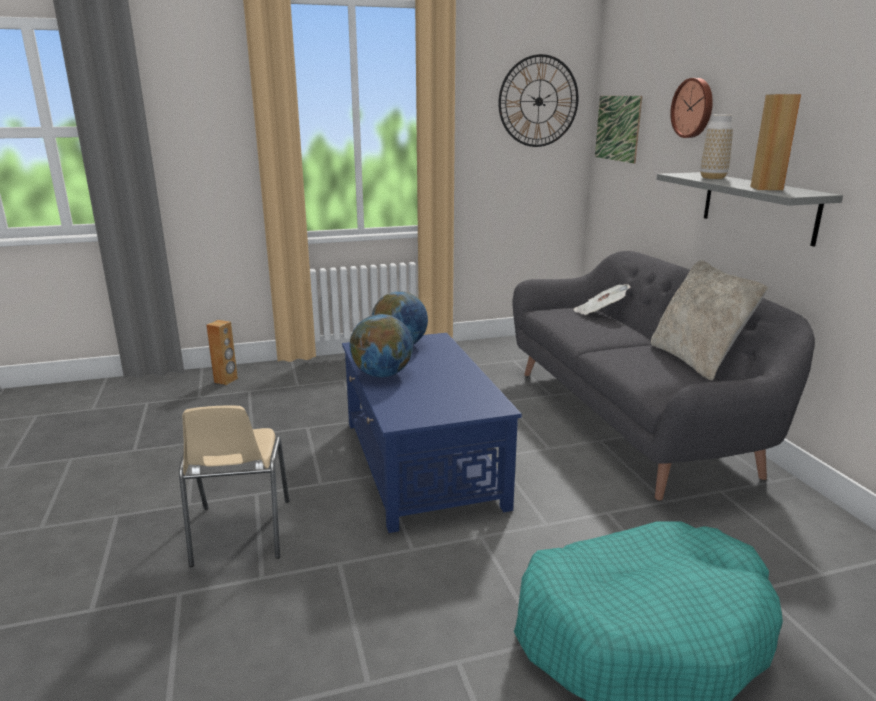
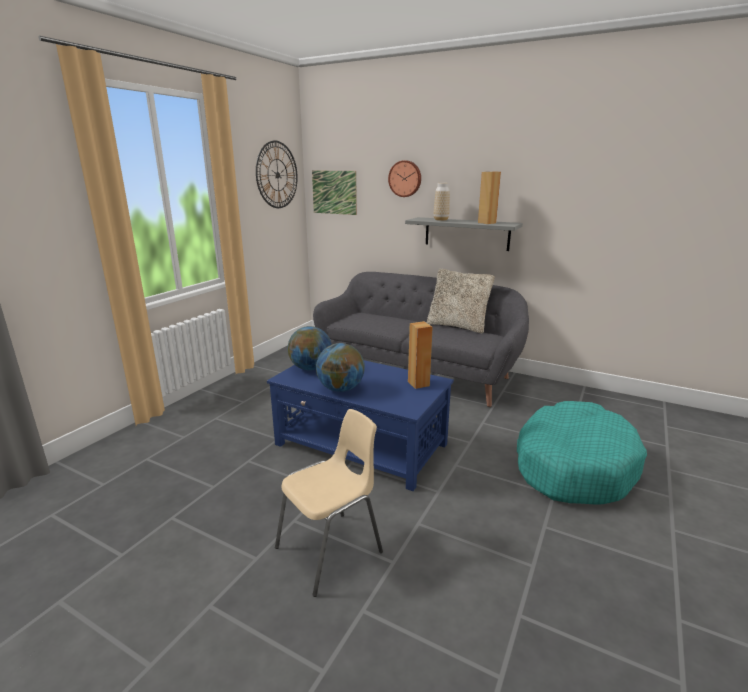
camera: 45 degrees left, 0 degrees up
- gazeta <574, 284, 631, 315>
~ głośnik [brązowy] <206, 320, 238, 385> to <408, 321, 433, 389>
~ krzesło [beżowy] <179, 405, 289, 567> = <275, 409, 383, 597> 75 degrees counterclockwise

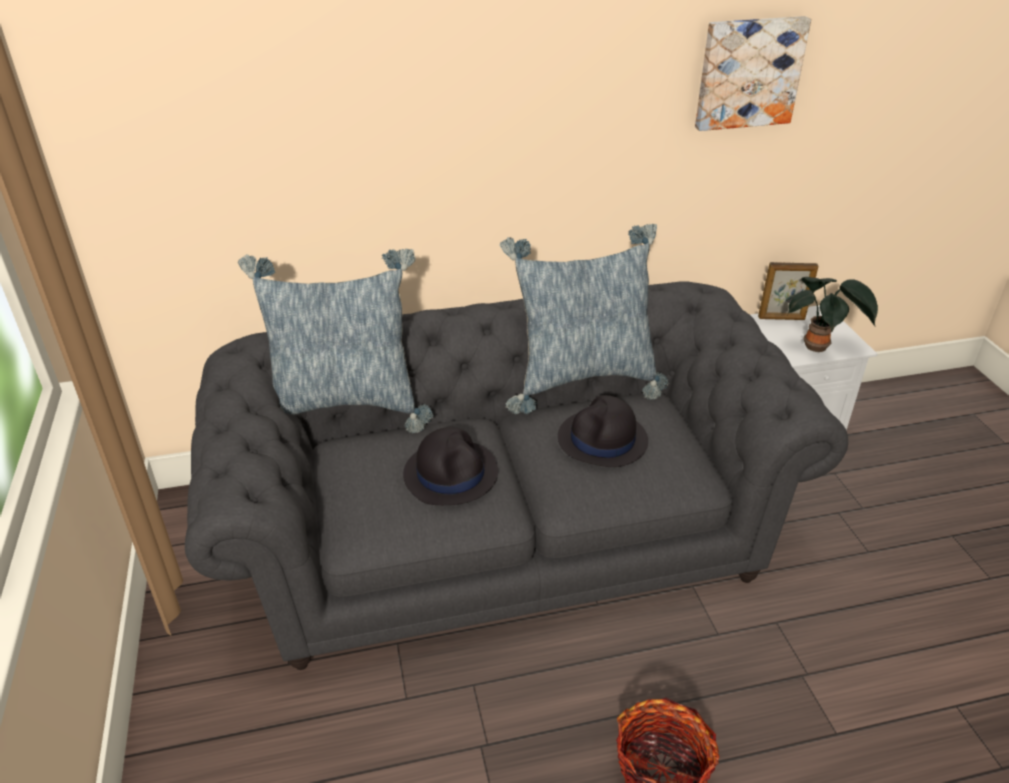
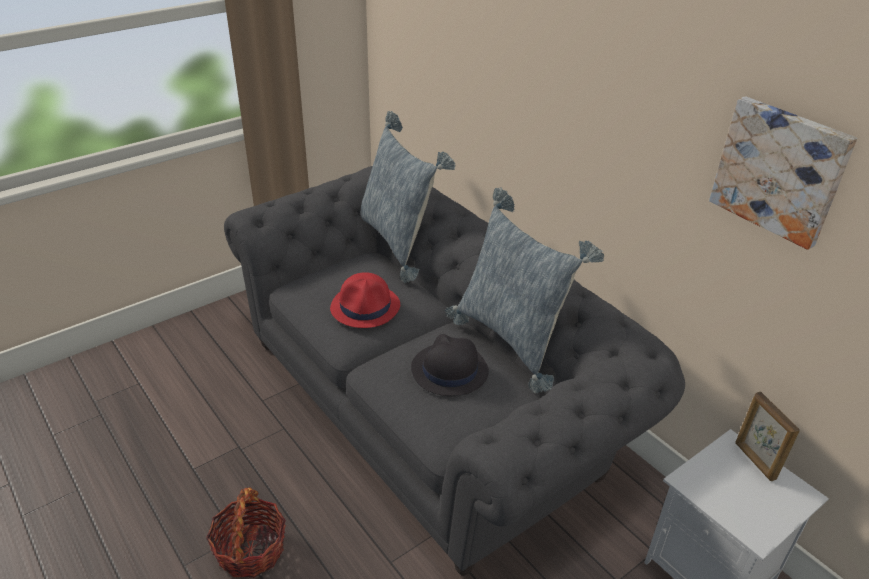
camera: 65 degrees right, 0 degrees up
- roślina doniczkowa <788, 277, 878, 352>
~ kapelusz [czarny] <403, 427, 498, 505> to kapelusz [czerwony] <330, 272, 400, 328>

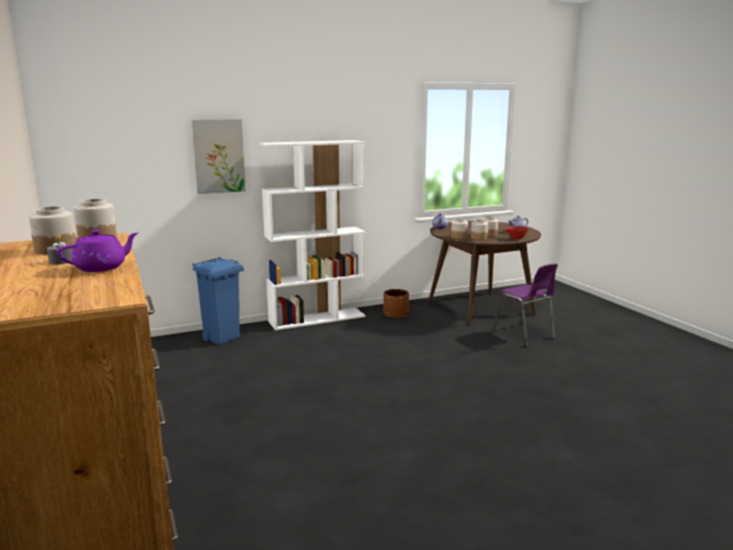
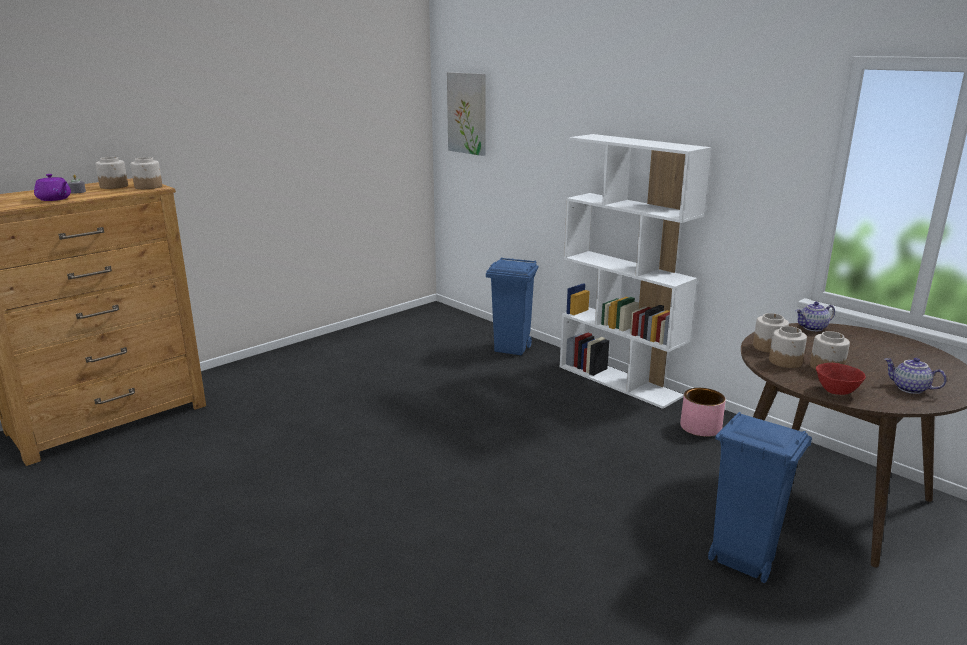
camera: 70 degrees right, 5 degrees up
~ obraz <192, 119, 246, 194> to <447, 72, 486, 156>
~ krzesło [fioletowy] <492, 264, 558, 347> to kosz na śmieci [niebieski] <708, 412, 812, 583>
~ donica [brązowy] <383, 289, 409, 318> to donica [różowy] <680, 388, 726, 437>

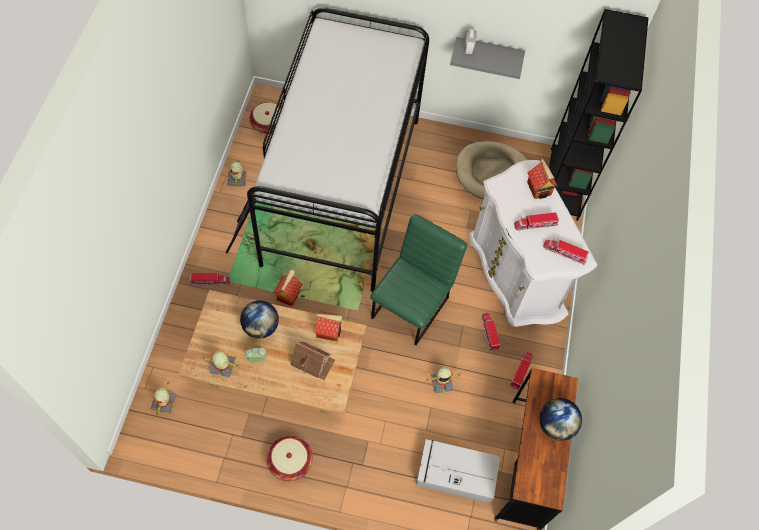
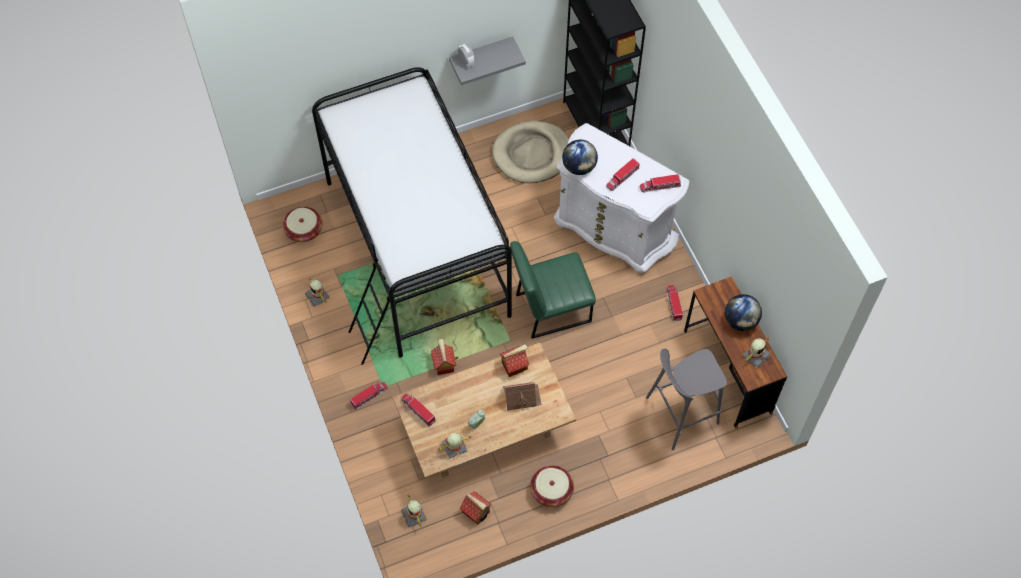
camera: 30 degrees left, 0 degrees up
~ globus <240, 300, 279, 339> to <562, 140, 598, 175>
~ robot zabawkowy <425, 367, 460, 393> to <742, 338, 771, 368>
~ ciężarówka zabawkowa <482, 313, 500, 351> to <401, 394, 436, 427>
~ domek <527, 159, 557, 199> to <459, 491, 491, 525>
~ pojemnik do przechowywania [szary] <416, 439, 500, 503> to stołek [szary] <646, 349, 727, 450>
~ krzesło [zielony] <370, 214, 468, 345> = <510, 241, 596, 339> 105 degrees counterclockwise

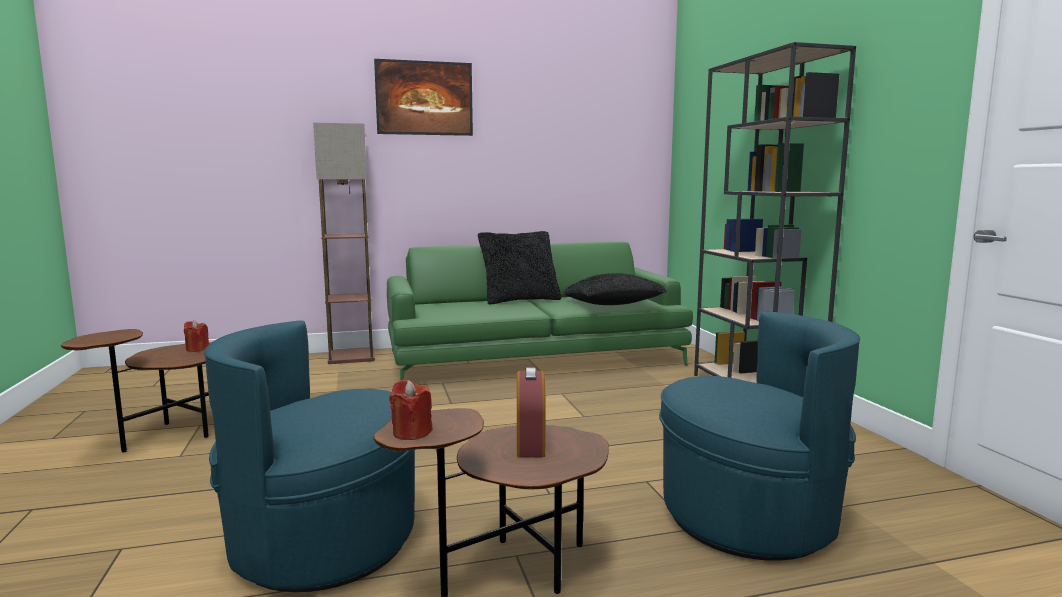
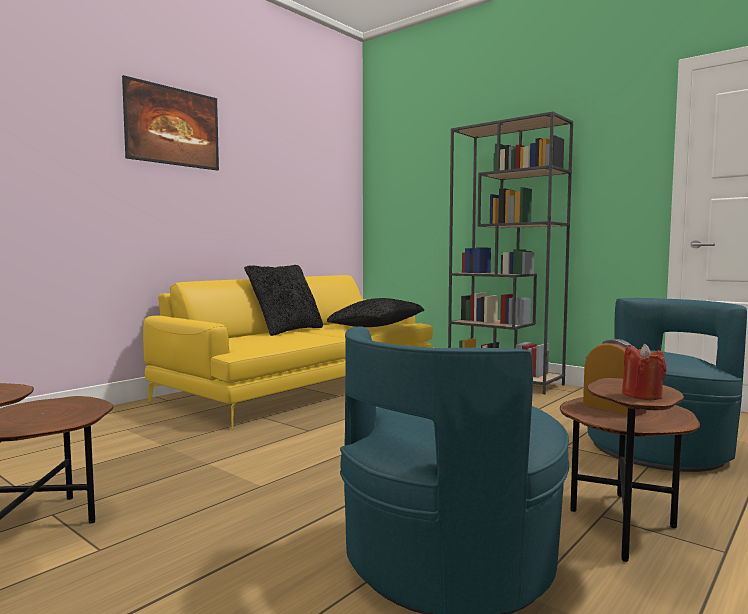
camera: 35 degrees left, 5 degrees down
- świeca [czerwony] <184, 320, 209, 352>
- lampa stojąca <313, 122, 375, 364>
~ kanapa [zielony] <387, 242, 693, 380> to kanapa [żółty] <143, 275, 433, 430>

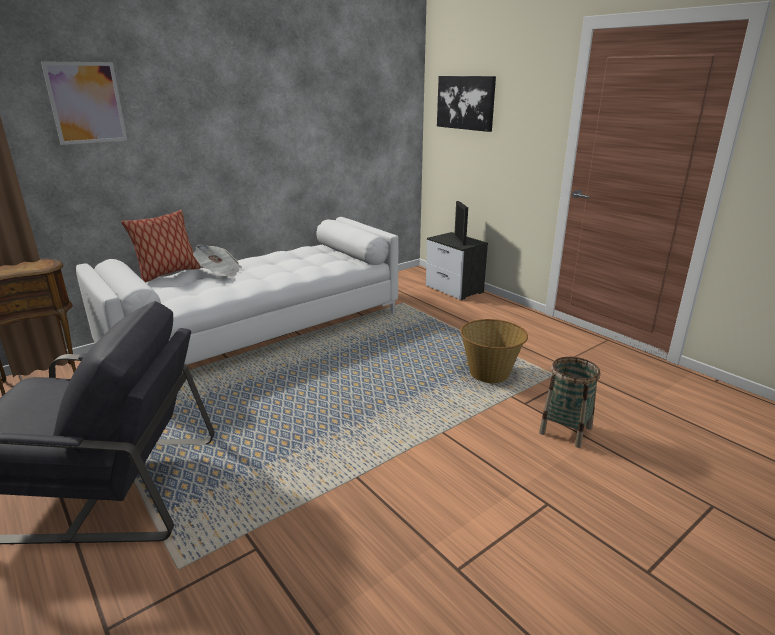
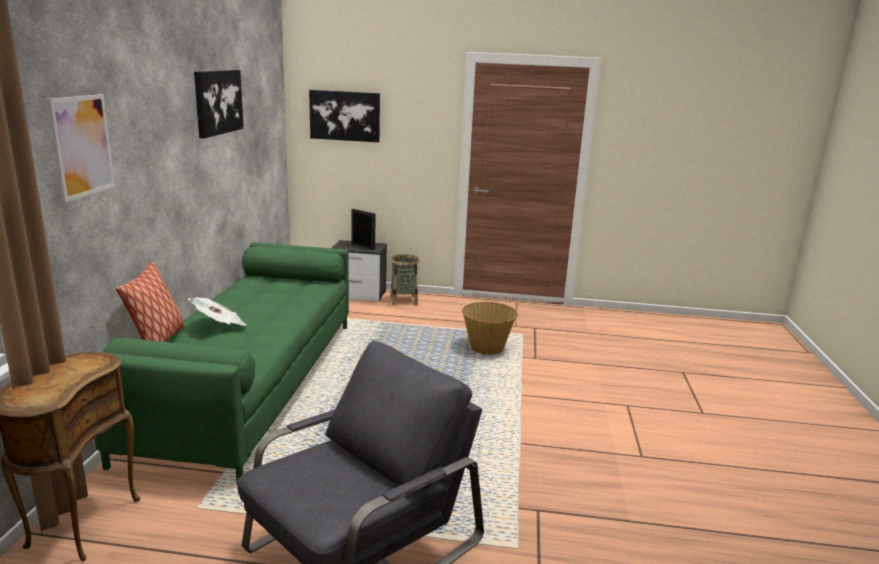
camera: 45 degrees left, 5 degrees down
+ obraz <194, 70, 244, 138>
~ koszyk <539, 357, 601, 448> to <390, 254, 419, 305>
~ kanapa [biały] <76, 217, 398, 365> to kanapa [zielony] <91, 242, 349, 482>

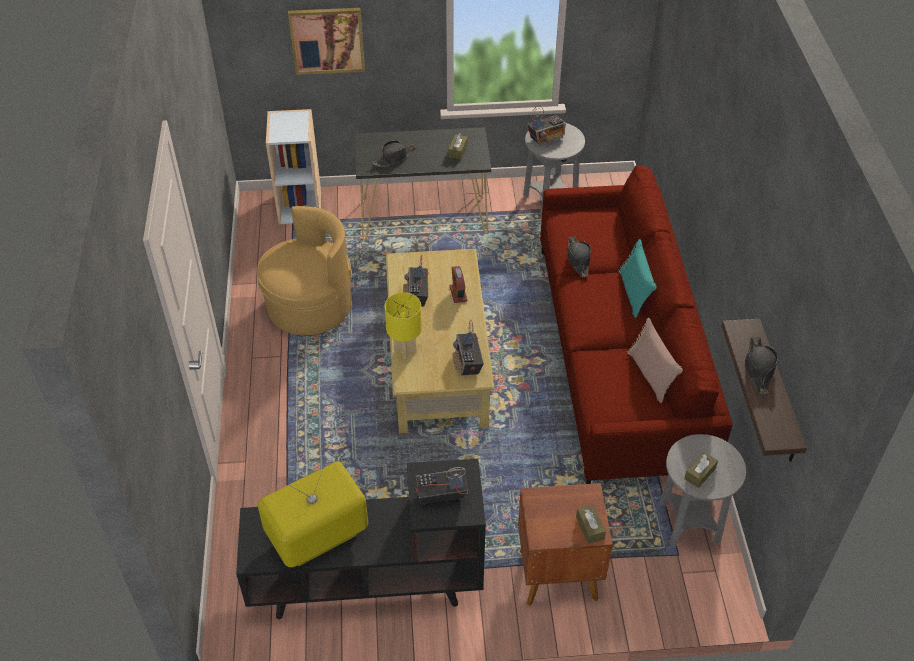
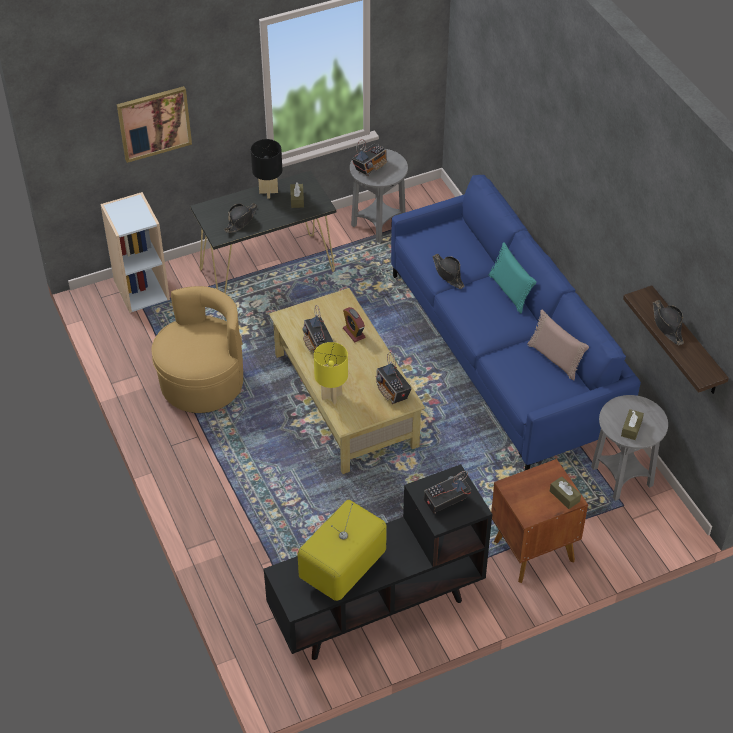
camera: 20 degrees left, 0 degrees up
+ lampa stołowa [czarny] <251, 139, 282, 199>
~ kanapa [czerwony] <540, 165, 733, 484> to kanapa [niebieski] <391, 175, 641, 470>

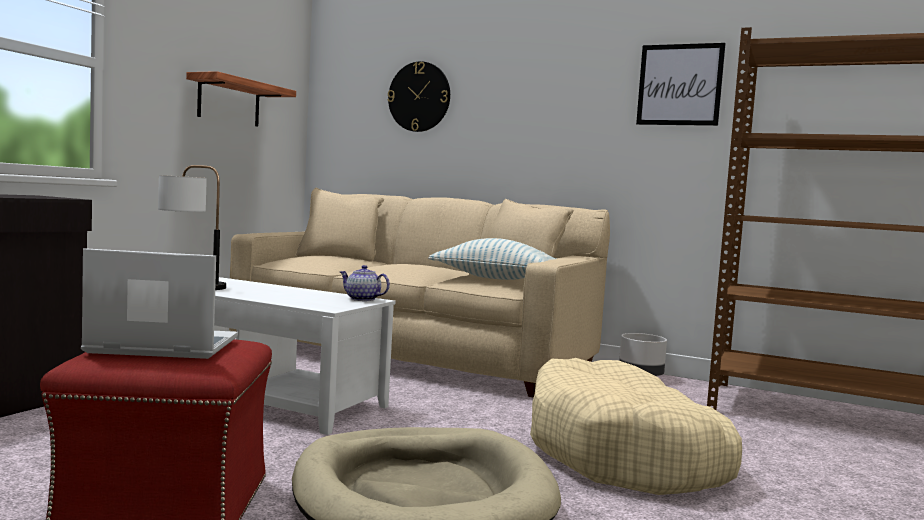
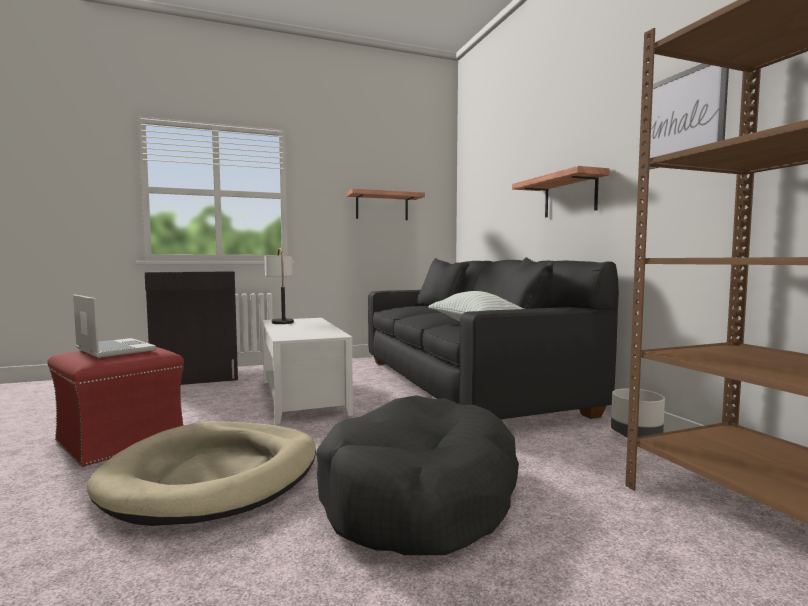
camera: 45 degrees right, 0 degrees up
- imbryk <340, 265, 390, 301>
- zegar ścienny <388, 61, 450, 132>
+ półka <512, 166, 610, 217>
~ kanapa [beżowy] <229, 188, 610, 398> to kanapa [czarny] <368, 257, 619, 419>
~ legowisko [beżowy] <530, 358, 742, 495> to legowisko [czarny] <316, 395, 519, 555>

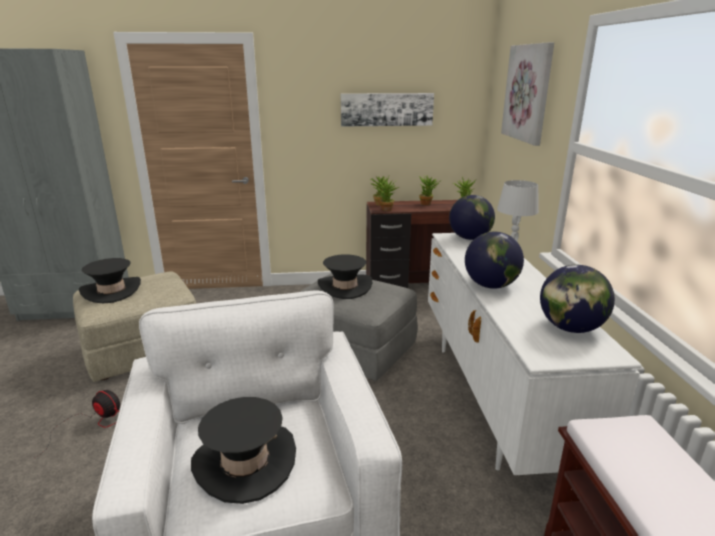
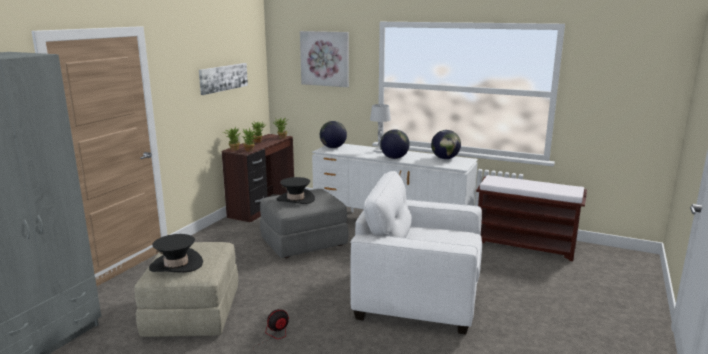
camera: 60 degrees left, 5 degrees down
- kapelusz [czarny] <191, 397, 296, 504>

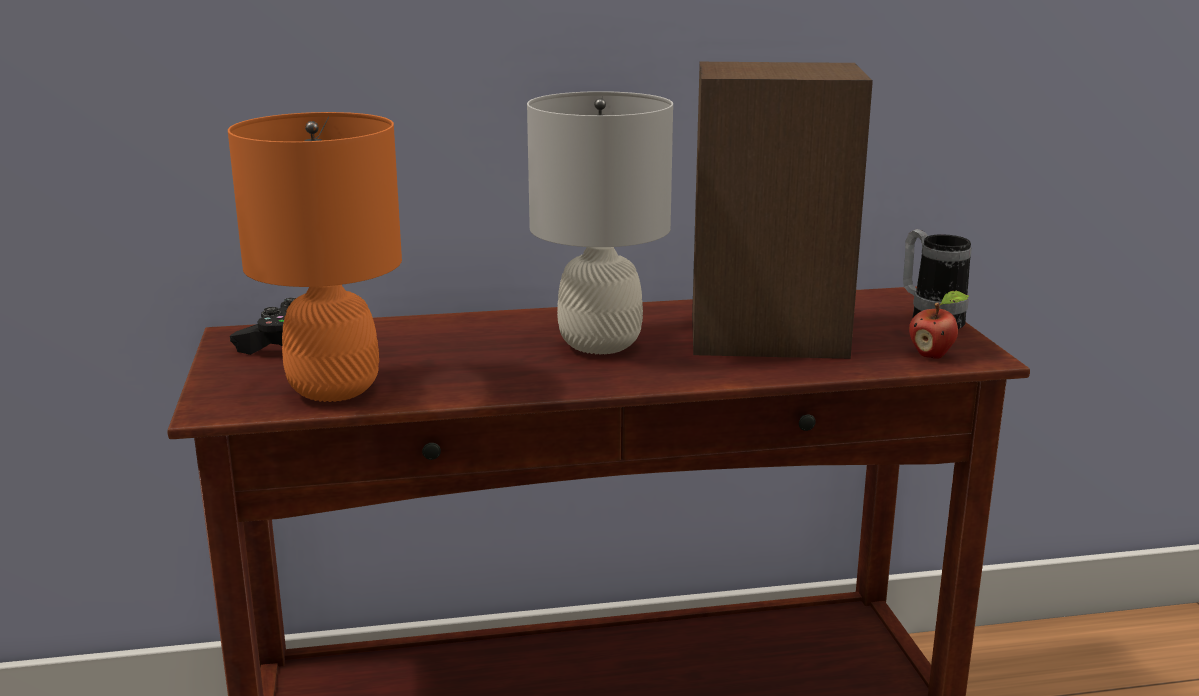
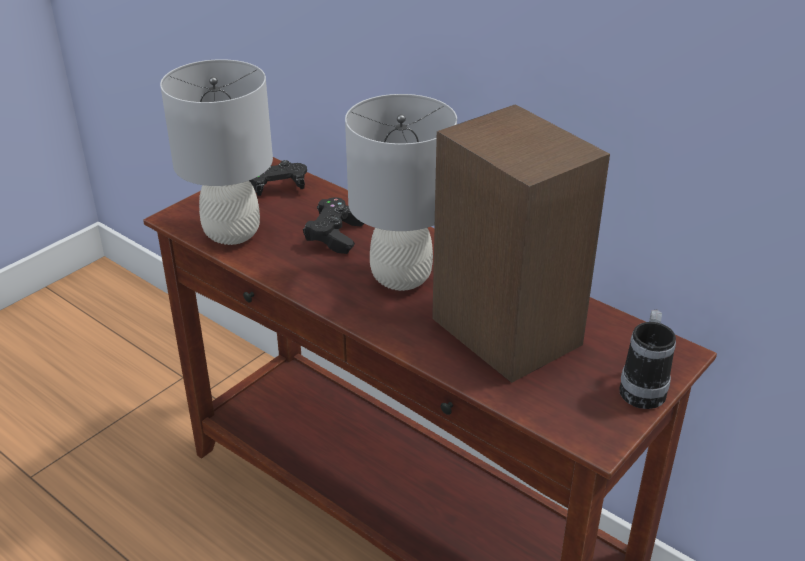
camera: 50 degrees right, 15 degrees up
- jabłko <909, 291, 969, 359>
+ pad do gier [czarny] <303, 197, 364, 254>
~ lampa stołowa [pomarańczowy] <228, 112, 402, 402> to lampa stołowa [szary] <160, 59, 273, 245>

